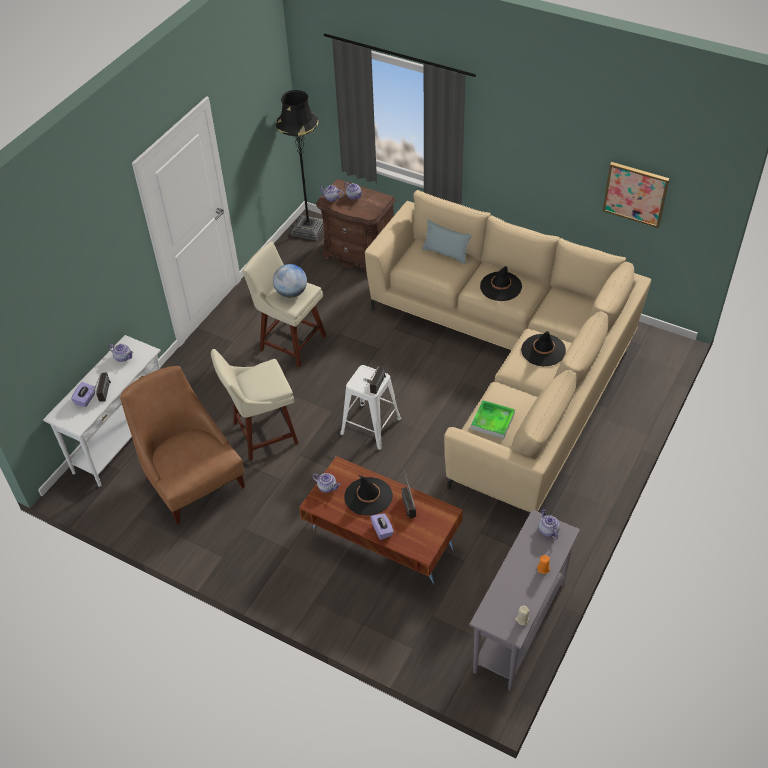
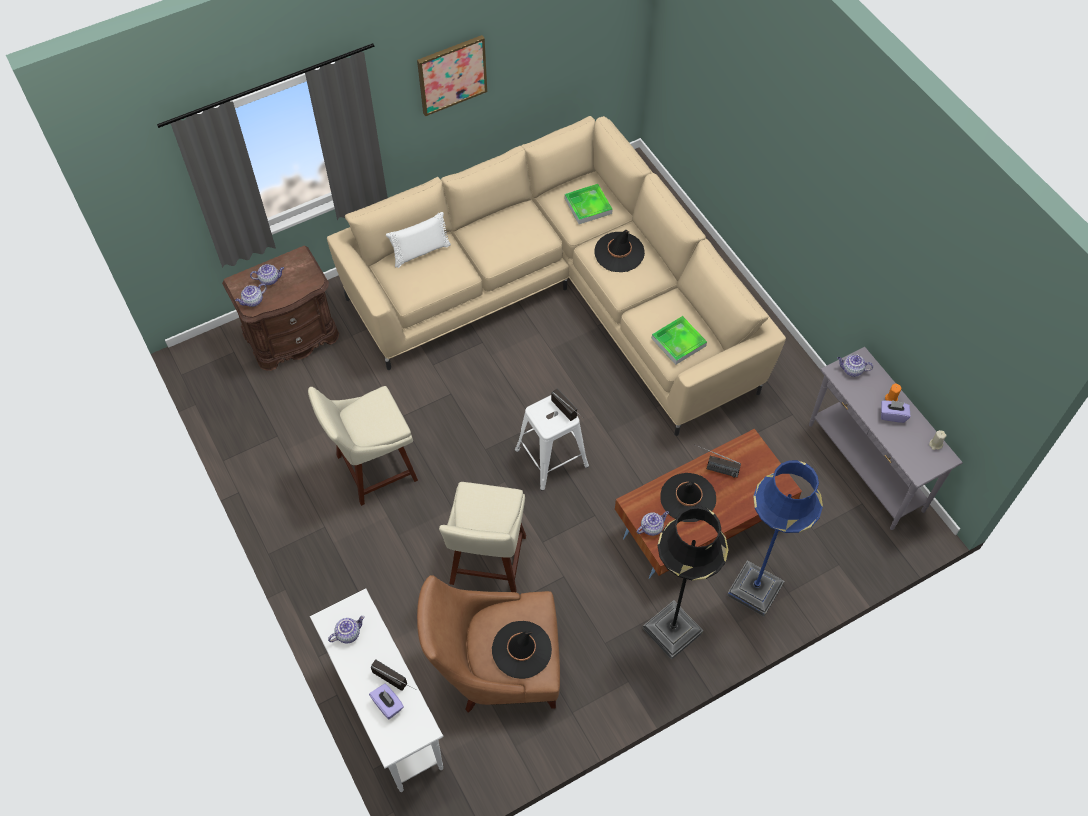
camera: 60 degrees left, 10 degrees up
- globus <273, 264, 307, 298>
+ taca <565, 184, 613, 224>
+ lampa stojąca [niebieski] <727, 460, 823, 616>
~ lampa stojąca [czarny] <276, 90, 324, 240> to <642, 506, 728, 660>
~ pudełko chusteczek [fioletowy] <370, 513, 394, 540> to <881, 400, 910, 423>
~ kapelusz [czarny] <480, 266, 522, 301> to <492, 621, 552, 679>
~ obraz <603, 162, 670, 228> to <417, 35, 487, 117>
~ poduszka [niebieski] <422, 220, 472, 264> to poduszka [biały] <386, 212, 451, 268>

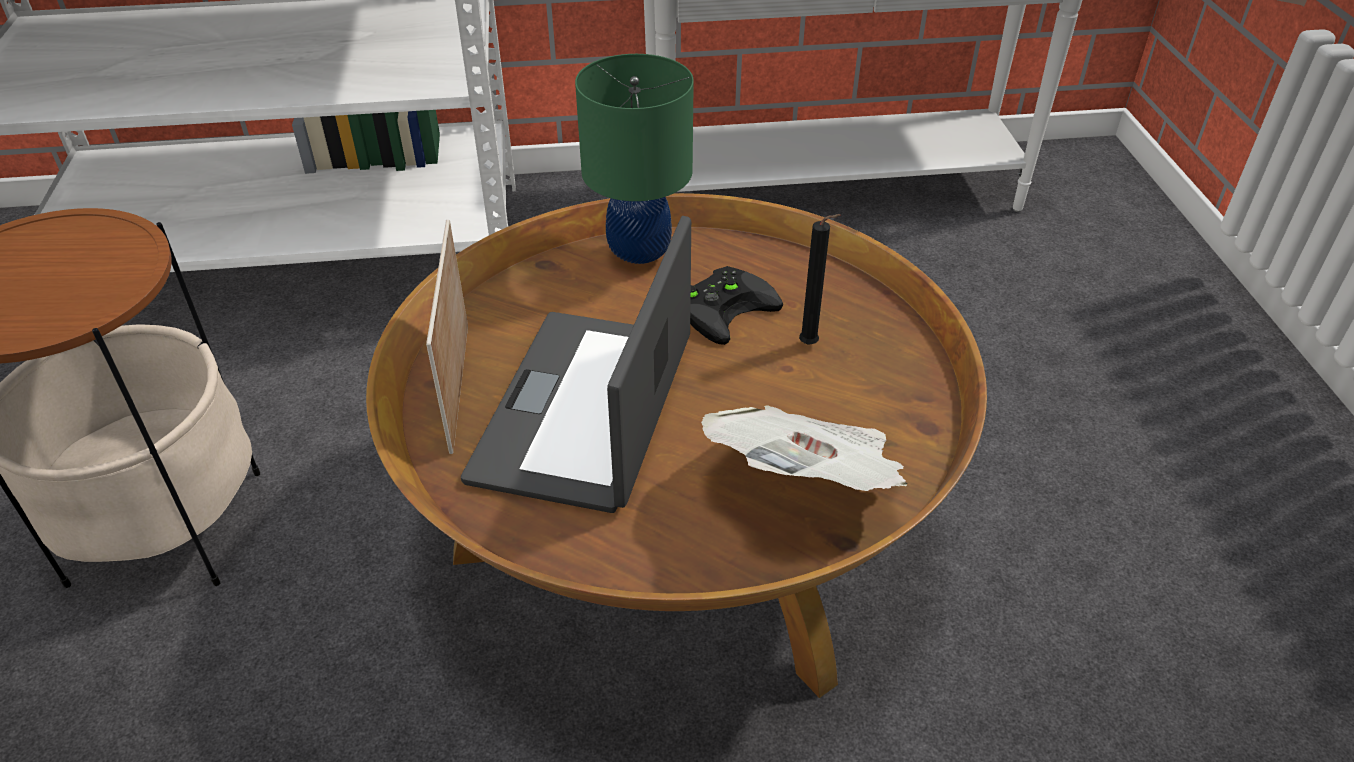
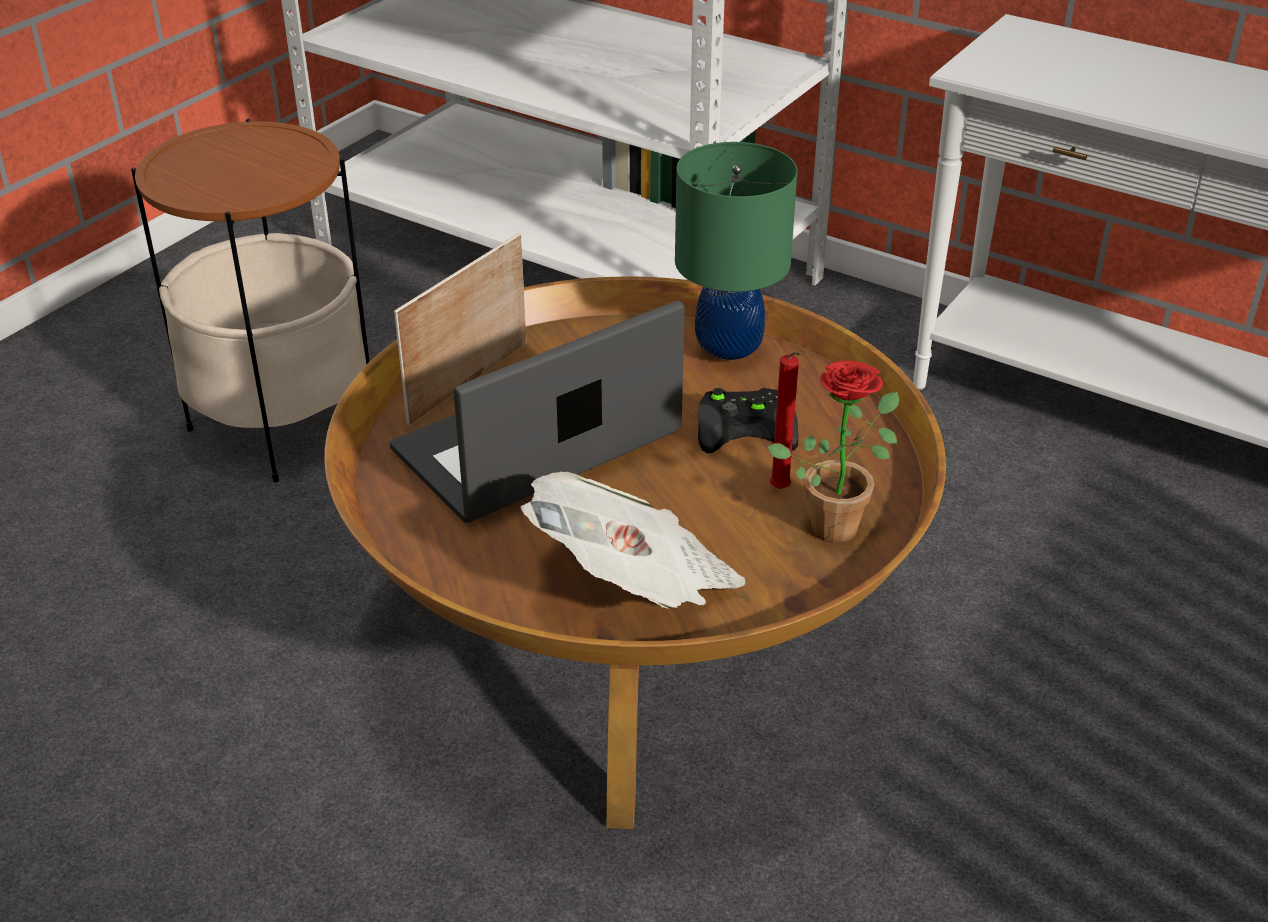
camera: 40 degrees right, 5 degrees down
+ roślina doniczkowa <768, 360, 899, 543>
~ świeca [czarny] <799, 214, 841, 345> to świeca [czerwony] <770, 352, 802, 489>

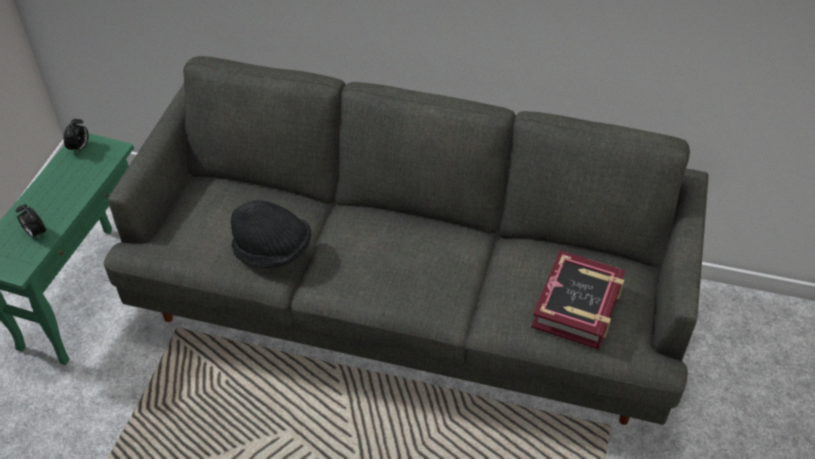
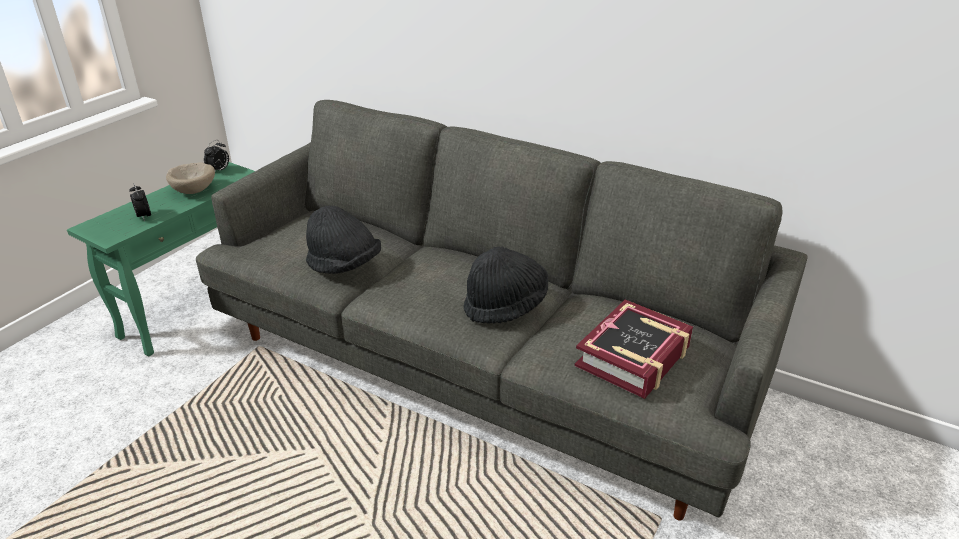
camera: 15 degrees right, 15 degrees down
+ miska [beżowy] <166, 163, 215, 194>
+ kapelusz [czarny] <464, 246, 548, 324>

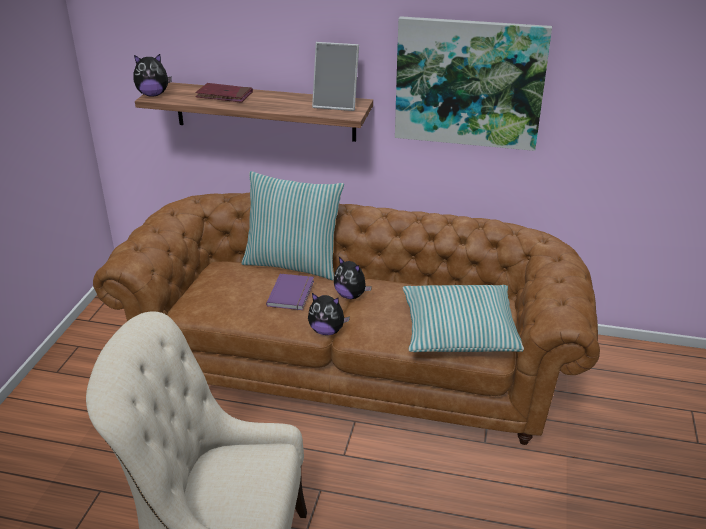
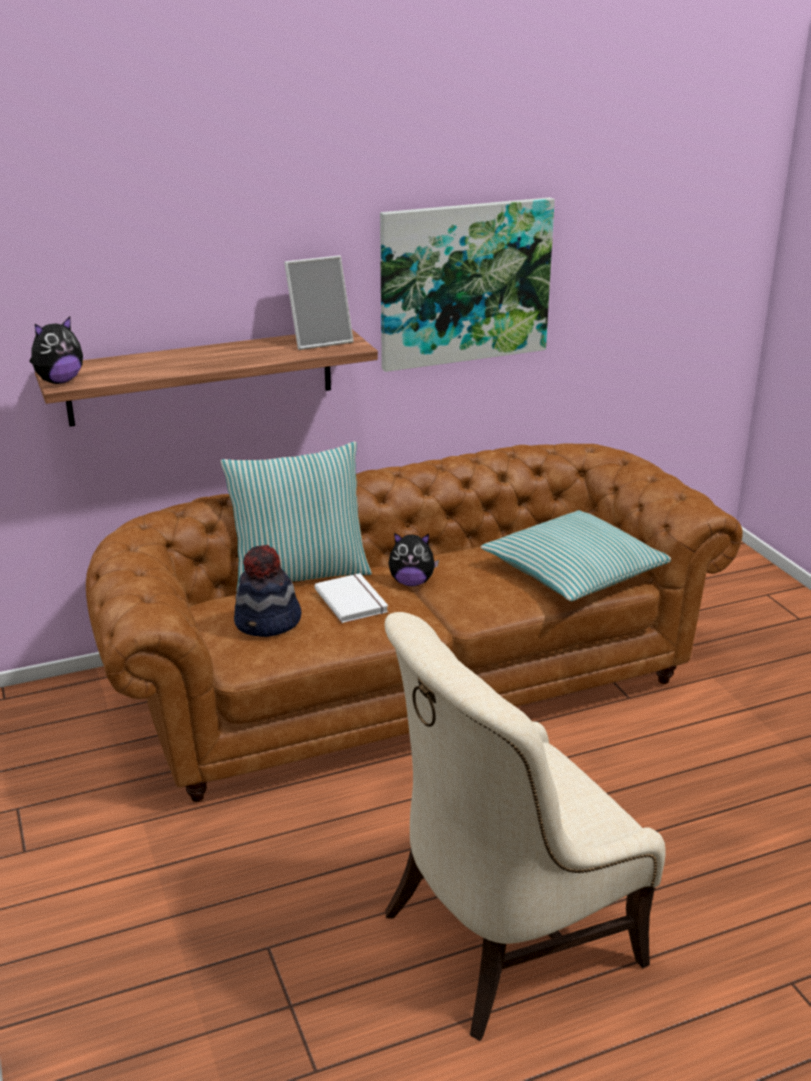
camera: 35 degrees left, 5 degrees down
- książka [czerwony] <195, 83, 253, 103>
- pluszak <308, 293, 350, 335>
+ kapelusz <234, 545, 301, 637>
~ książka [fioletowy] <266, 274, 314, 310> to książka [biały] <315, 573, 388, 623>

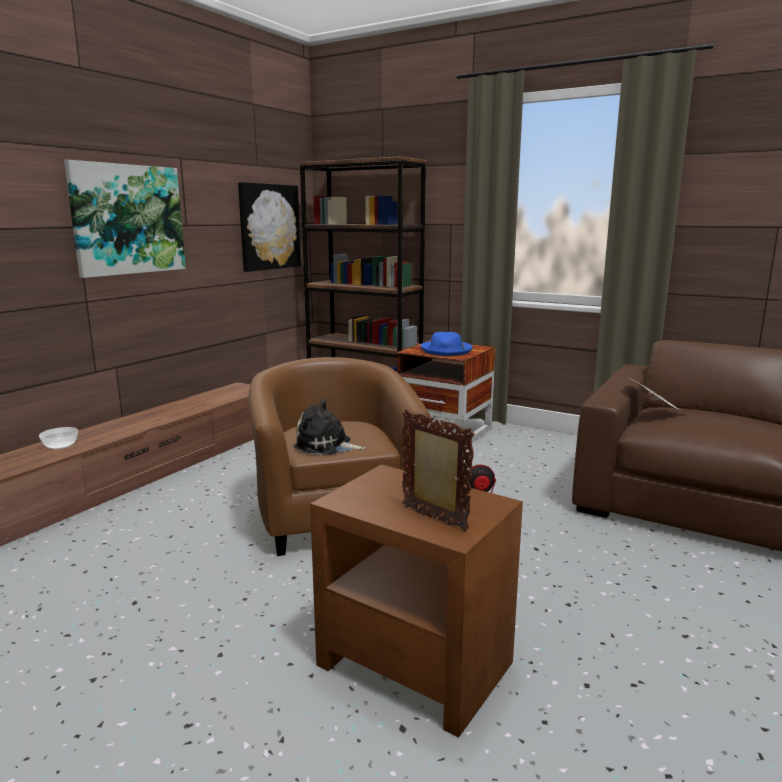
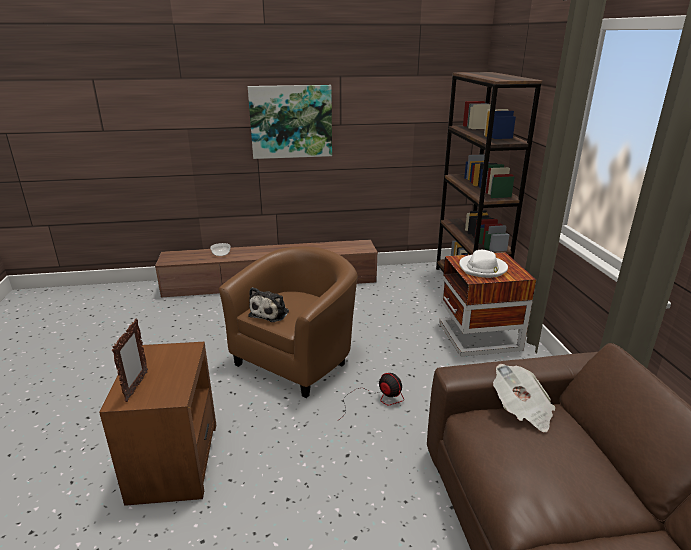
camera: 50 degrees right, 10 degrees up
- obraz <238, 182, 301, 272>
~ kapelusz [niebieski] <421, 332, 473, 356> to kapelusz [biały] <459, 250, 508, 278>
~ pluszak <294, 398, 365, 455> = <248, 287, 289, 322> 135 degrees counterclockwise

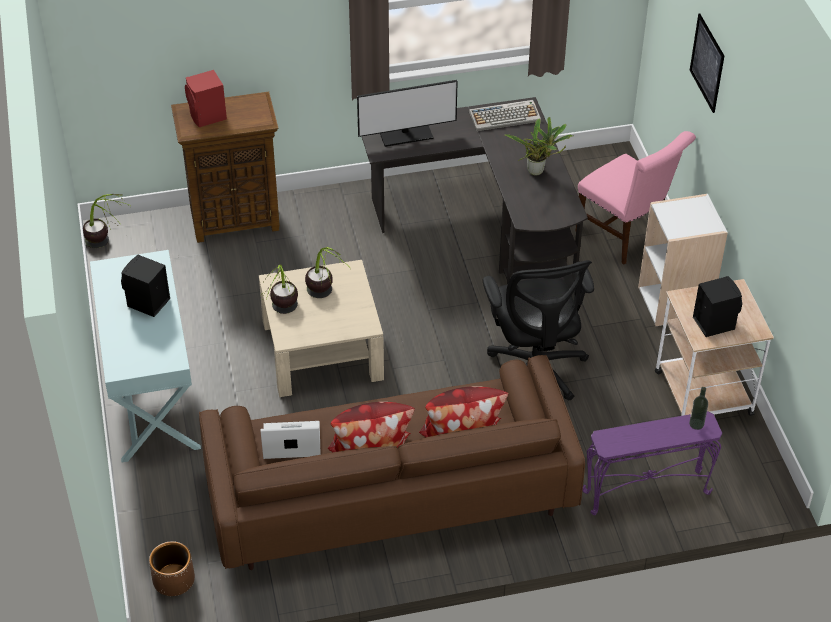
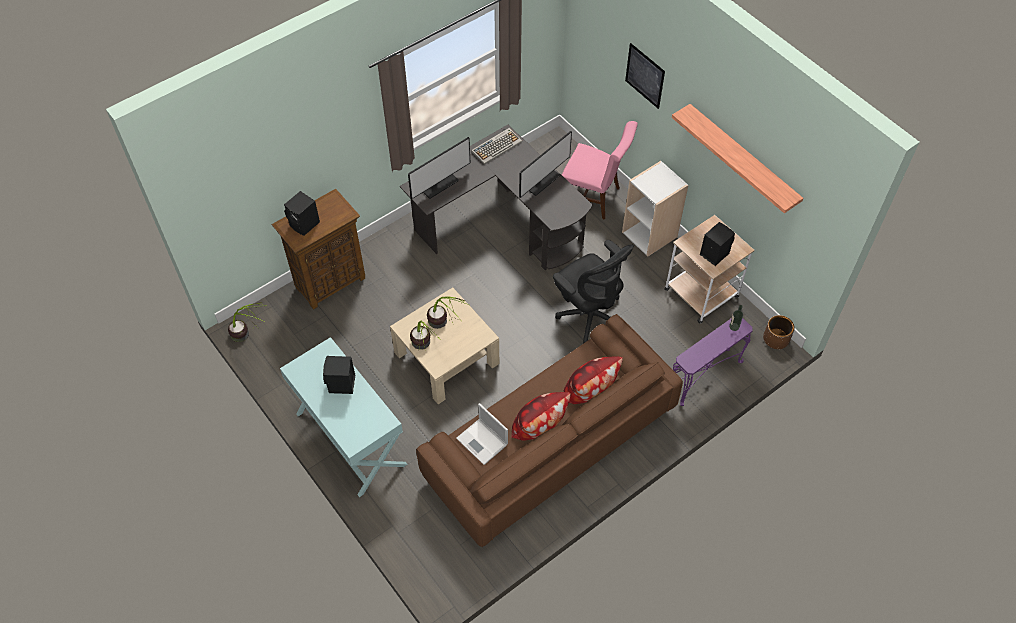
camera: 25 degrees left, 10 degrees up
+ półka <672, 104, 803, 213>
~ donica [brązowy] <149, 541, 195, 596> to <763, 315, 795, 349>
~ roślina doniczkowa <504, 117, 573, 175> to monitor <519, 131, 572, 198>
~ głośnik [czerwony] <185, 70, 227, 127> to głośnik [czarny] <284, 191, 320, 236>
~ laptop <261, 421, 321, 459> = <456, 403, 508, 465> 105 degrees counterclockwise

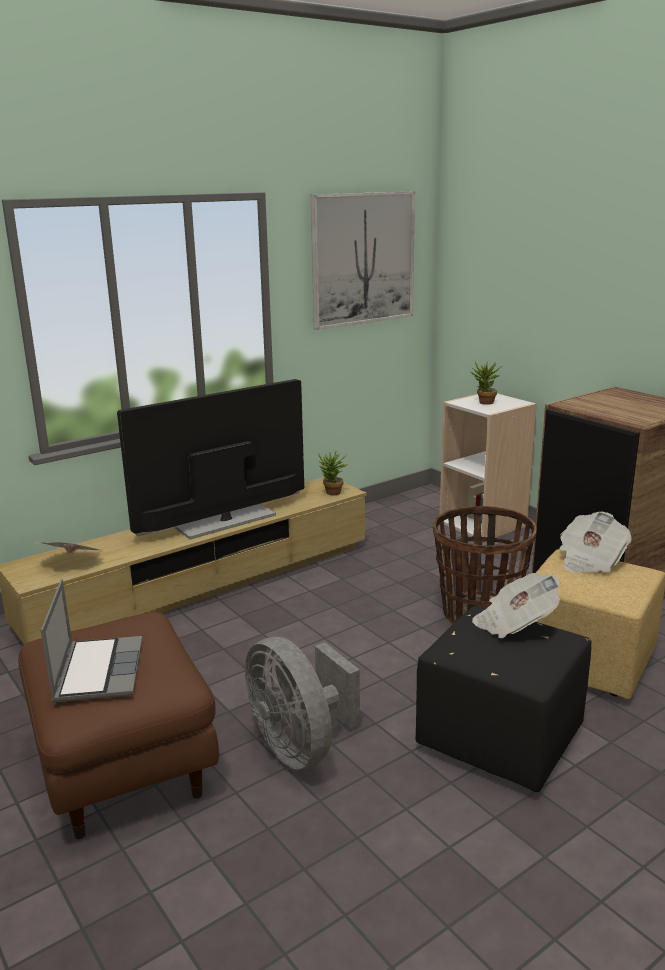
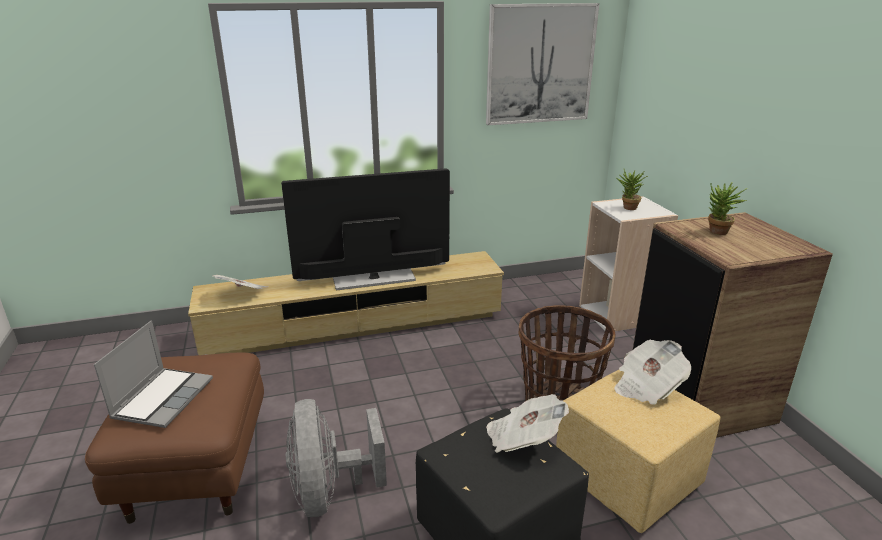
camera: 20 degrees right, 5 degrees up
~ roślina doniczkowa <318, 450, 348, 496> to <708, 182, 748, 235>

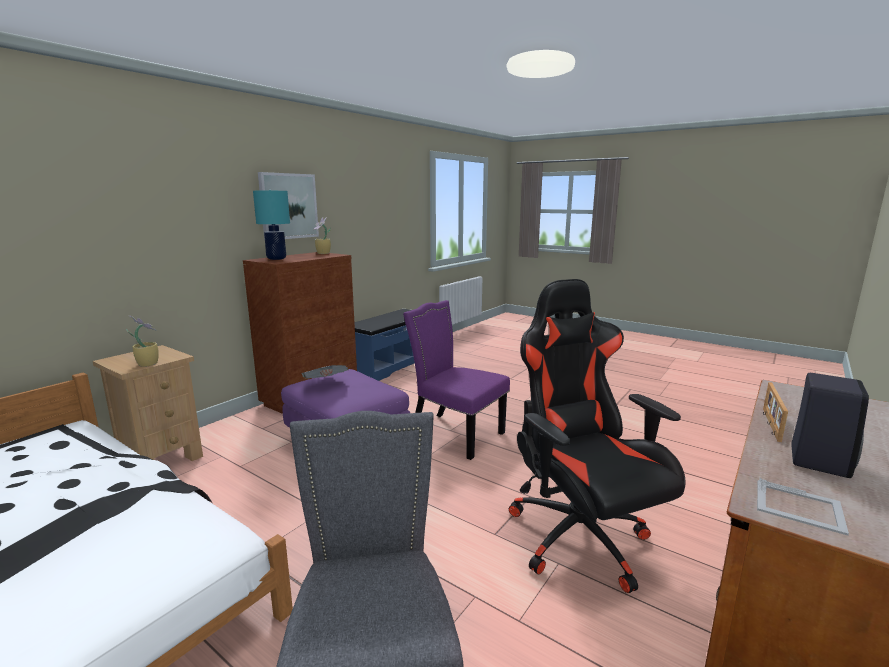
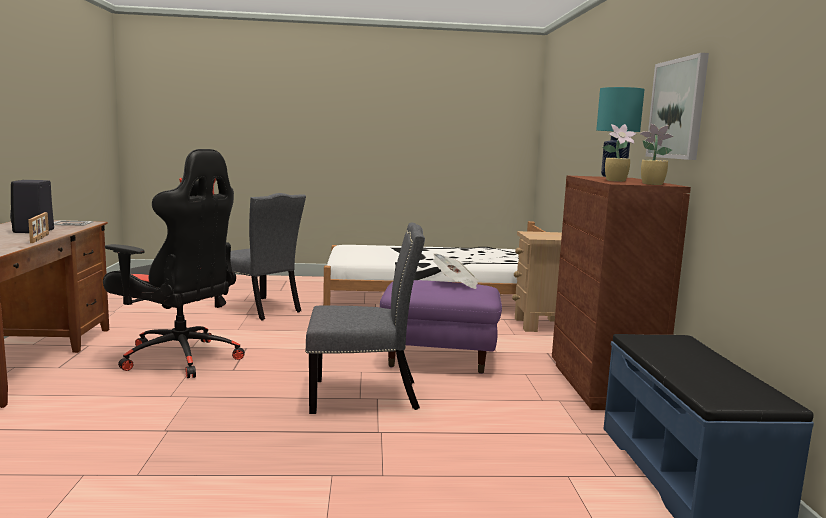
camera: 140 degrees right, 5 degrees down
~ roślina doniczkowa <126, 316, 159, 367> to <603, 124, 636, 182>
~ krzesło [fioletowy] <403, 300, 510, 460> to krzesło [szary] <305, 223, 425, 414>

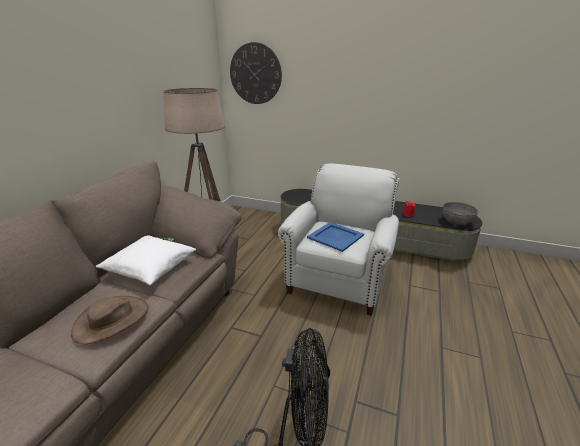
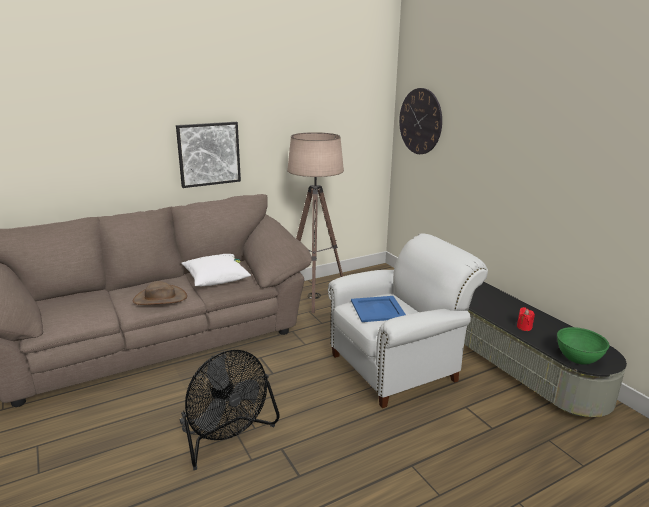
camera: 40 degrees right, 5 degrees down
+ obraz <176, 122, 241, 188>
~ miska [szary] <442, 202, 479, 226> to miska [zielony] <557, 327, 610, 365>

